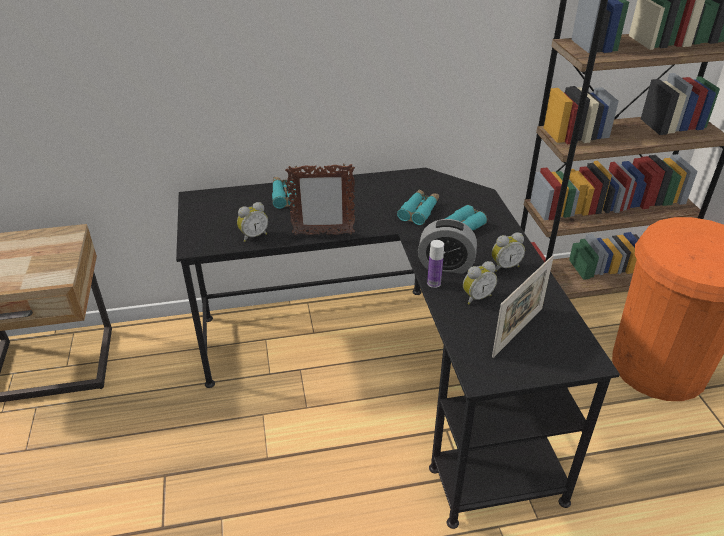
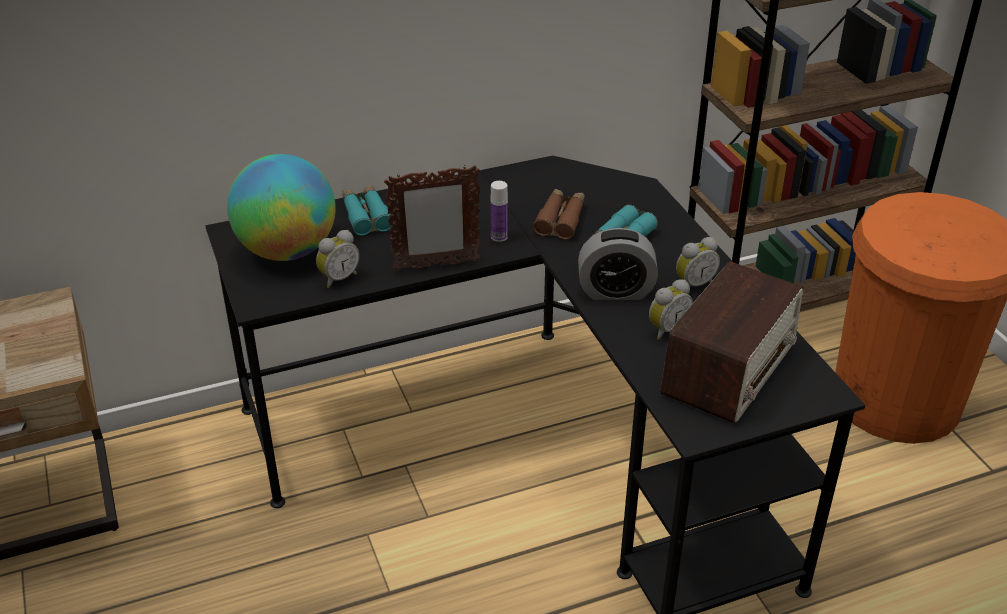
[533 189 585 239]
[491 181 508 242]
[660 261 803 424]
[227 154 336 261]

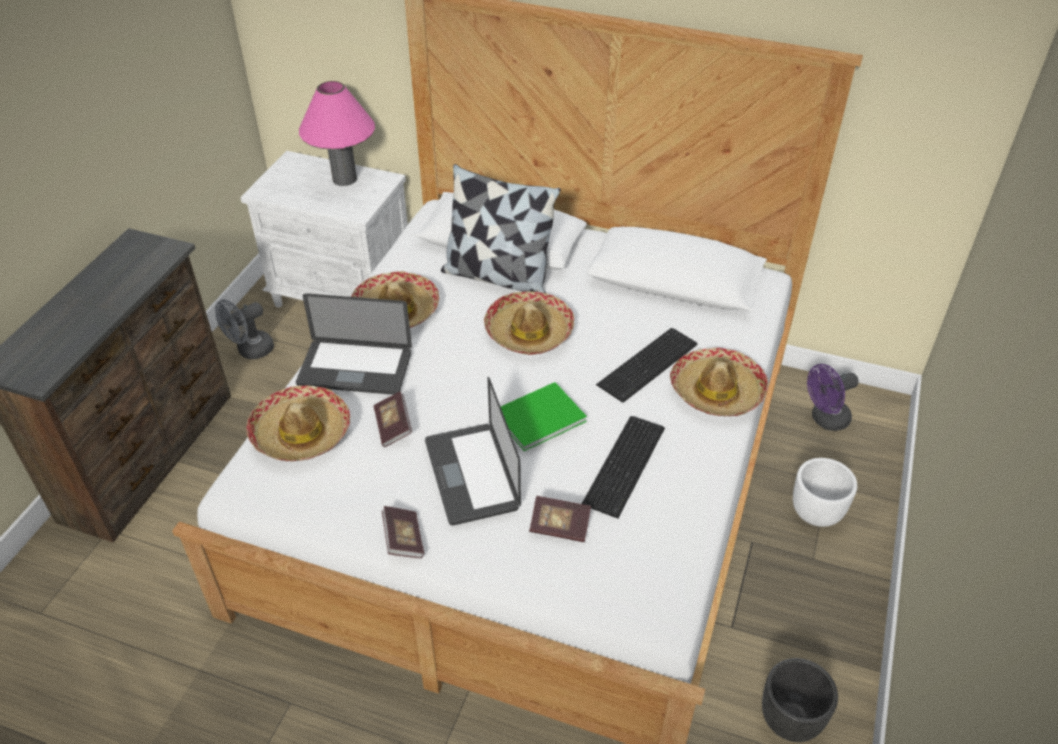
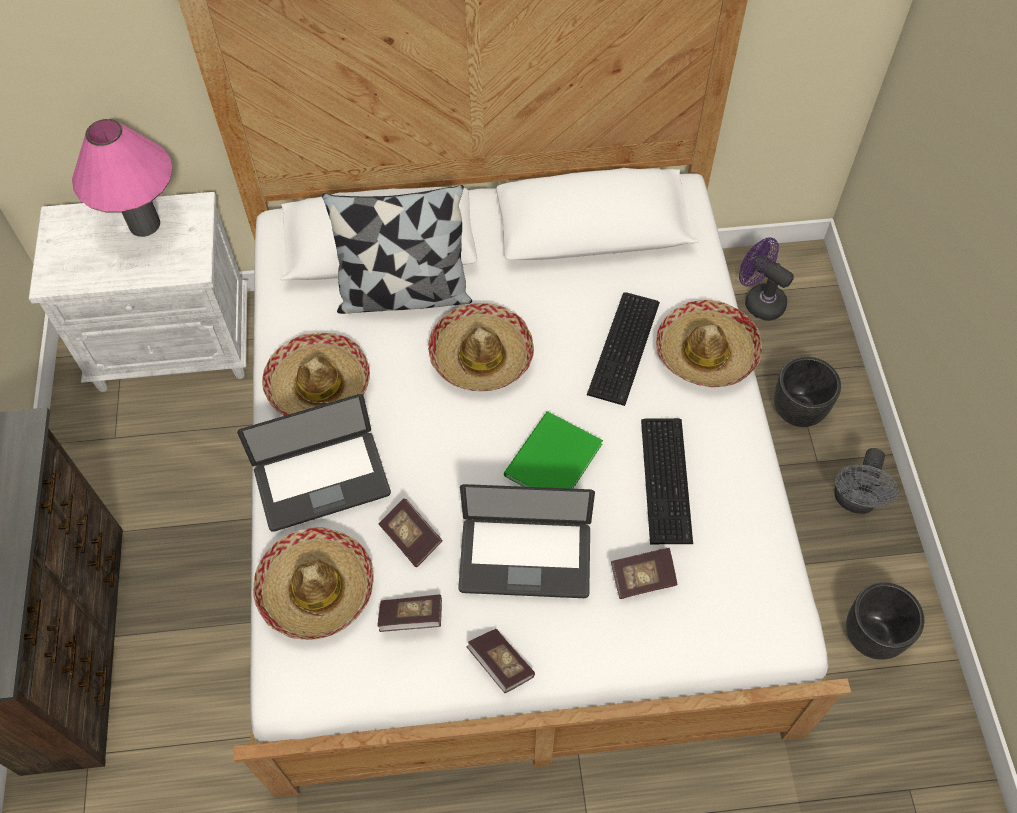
[834 448 898 514]
[458 484 595 598]
[774 356 841 427]
[739 237 794 321]
[377 594 442 632]

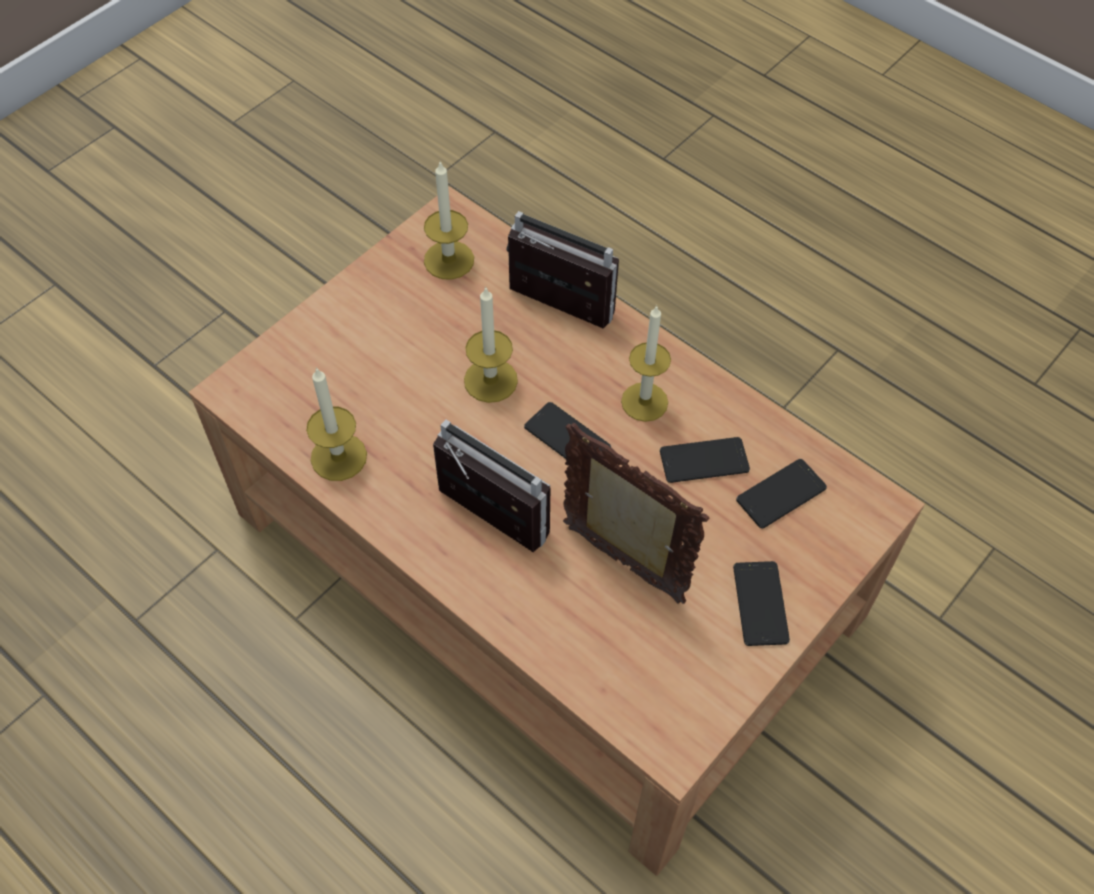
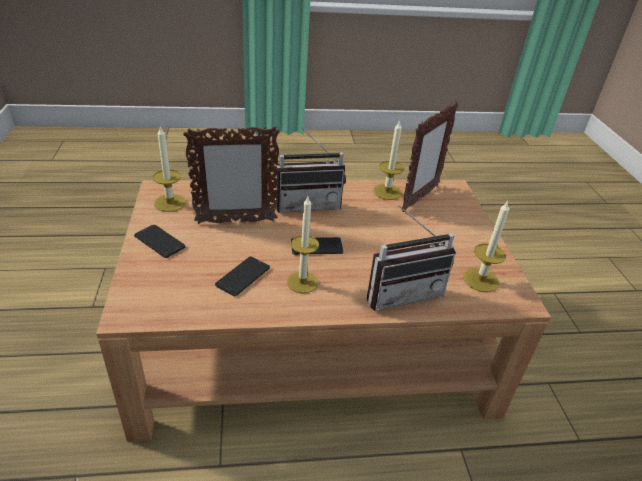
[153 126 186 212]
[736 459 827 528] (first image)
[401 101 458 212]

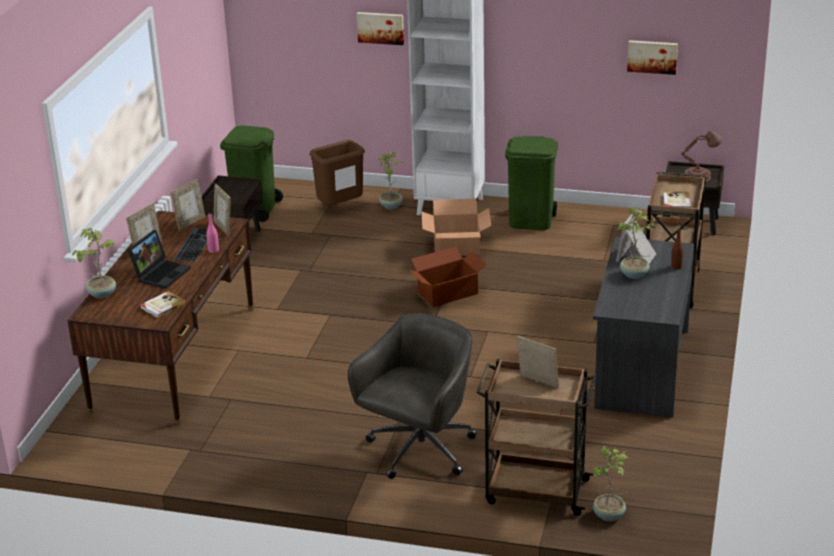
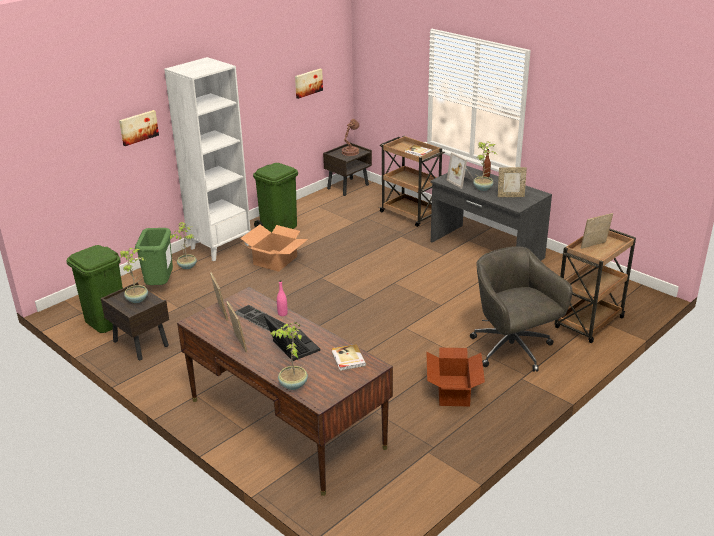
[498 167 527 197]
[135 228 173 285]
[426 348 485 407]
[120 248 148 303]

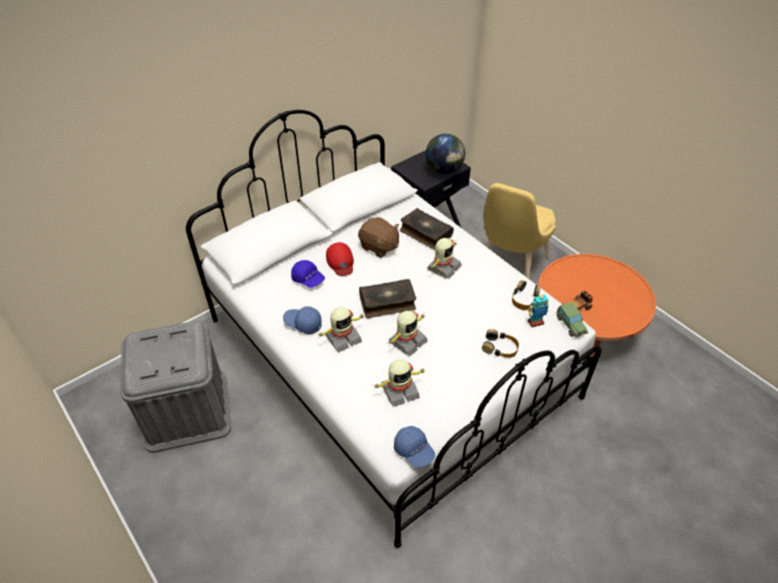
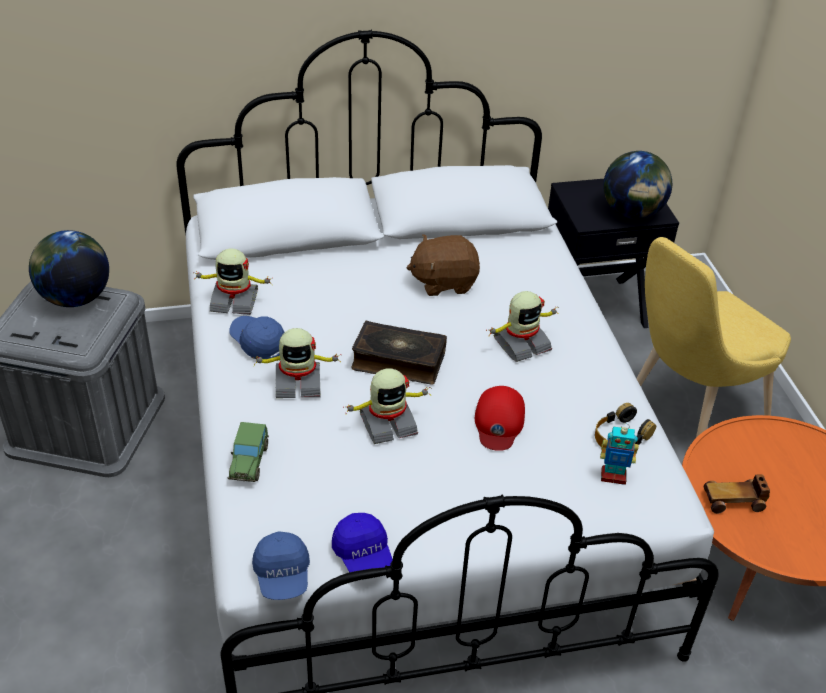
[332 513 393 572]
[475 386 525 451]
[407 234 480 296]
[193 249 272 315]
[400 208 454 250] (first image)
[482 329 519 358] (first image)
[228 422 269 482]
[29 230 109 307]

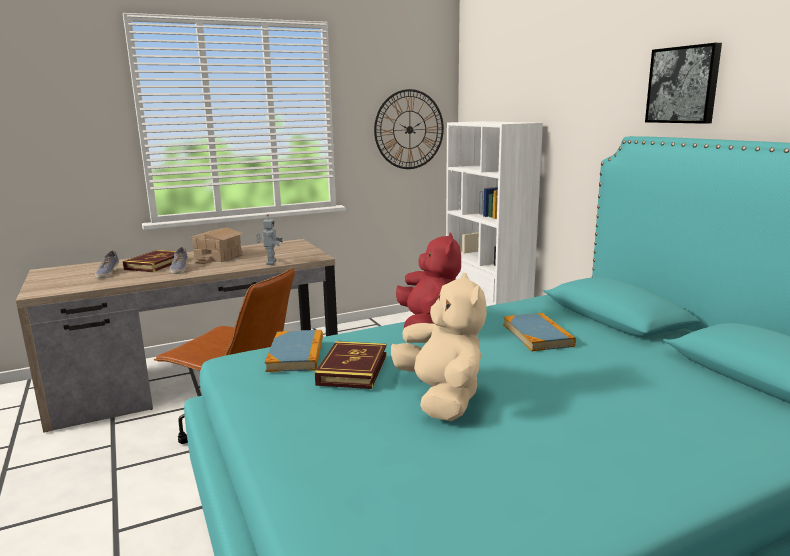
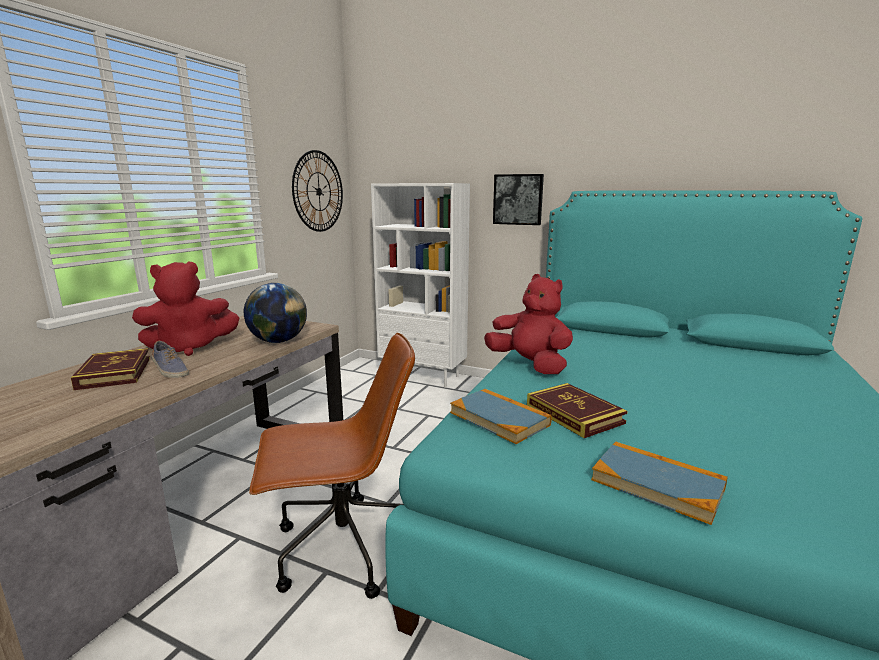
[95 250 119 278] (first image)
[132 262 239 356]
[244 283 307 343]
[391 272 487 421] (first image)
[591 441 728 525]
[493 174 544 225]

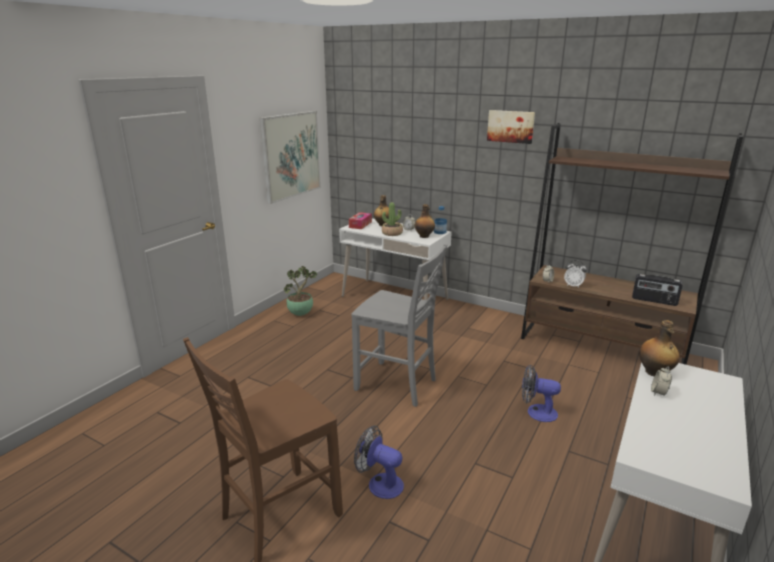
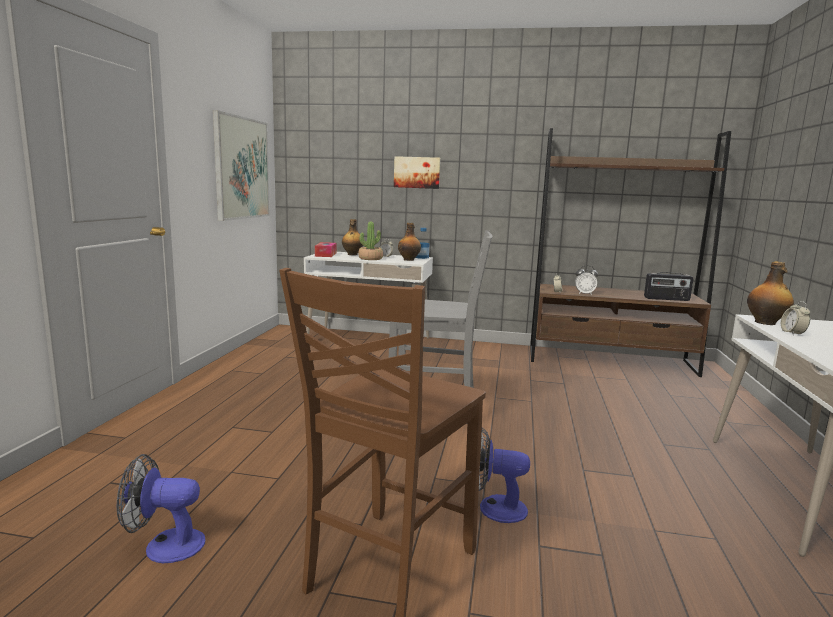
[284 266 317 316] (first image)
[394 156 440 189]
[116 454 205 563]

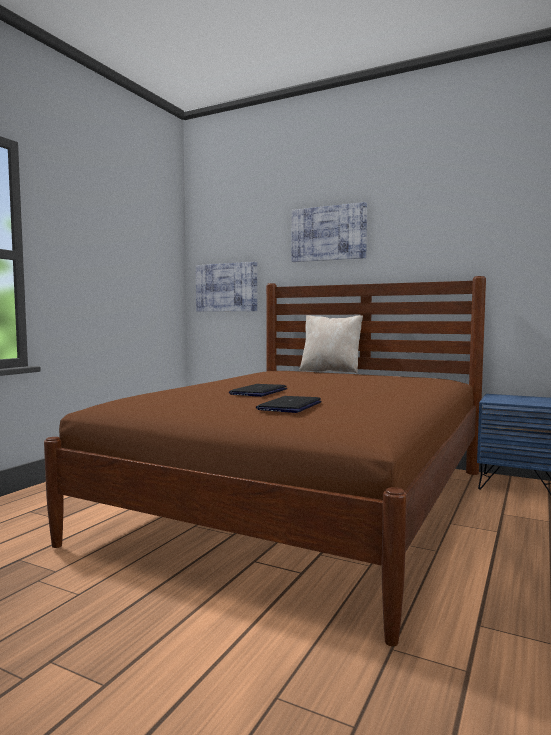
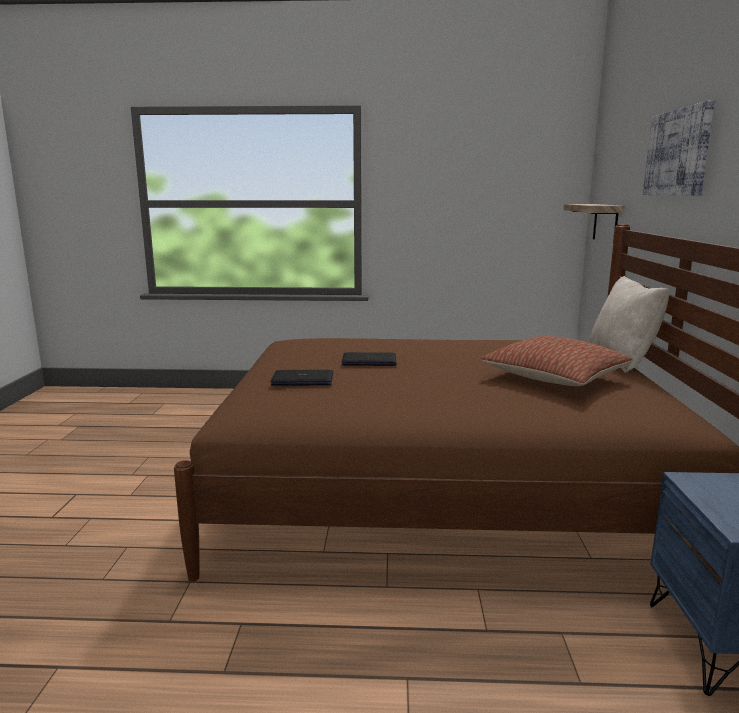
[564 204 624 241]
[481 336 632 386]

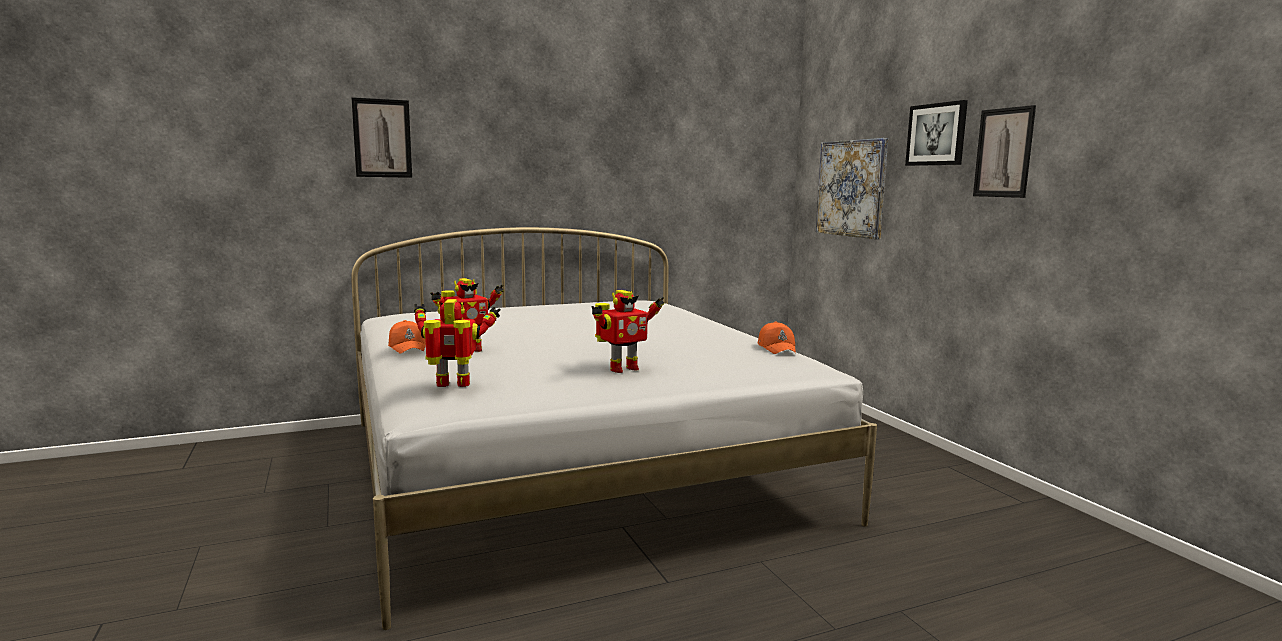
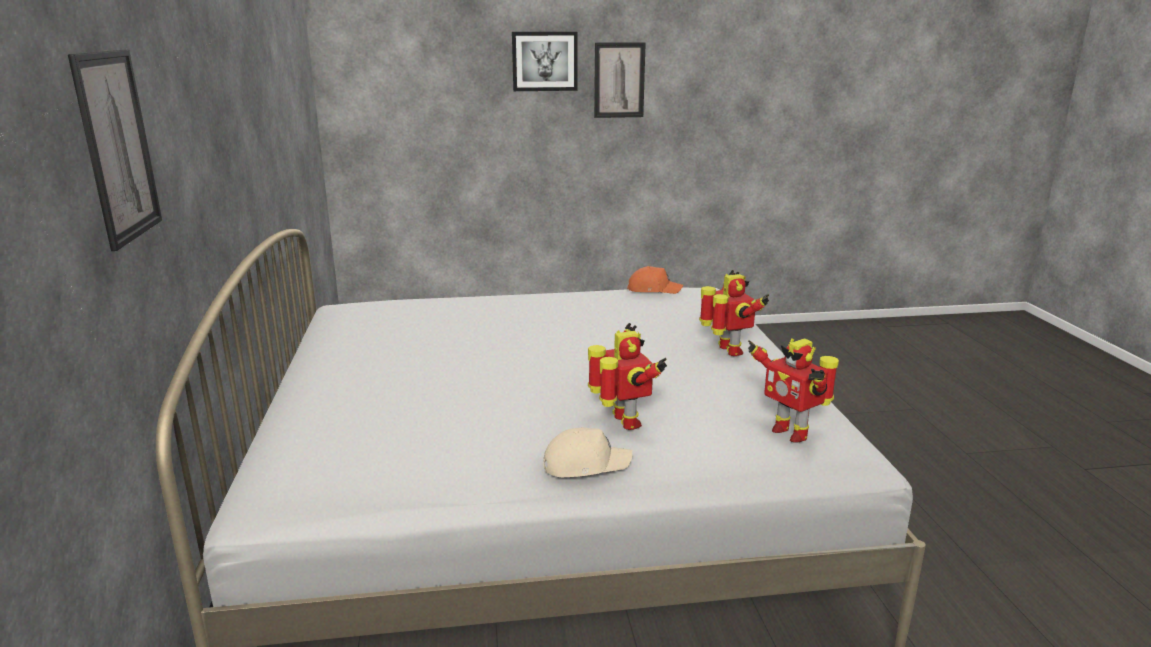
[543 427 633 477]
[748 338 839 443]
[816 138 888 239] (first image)

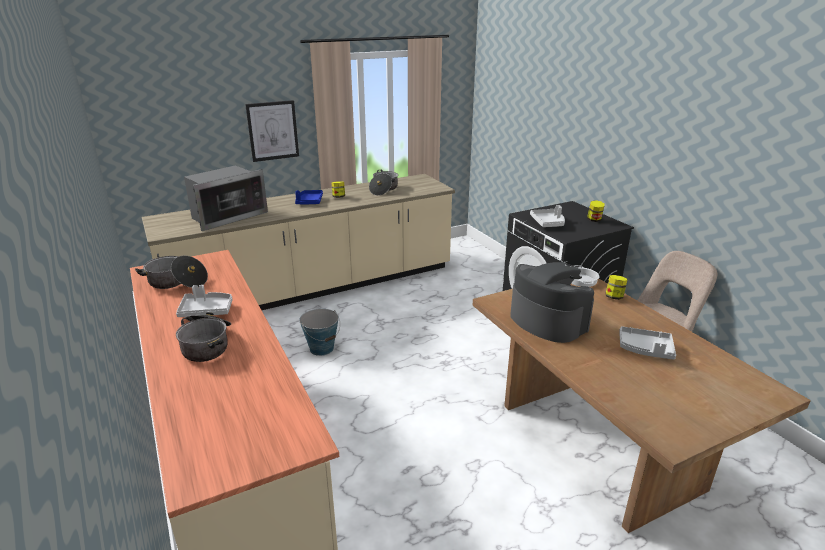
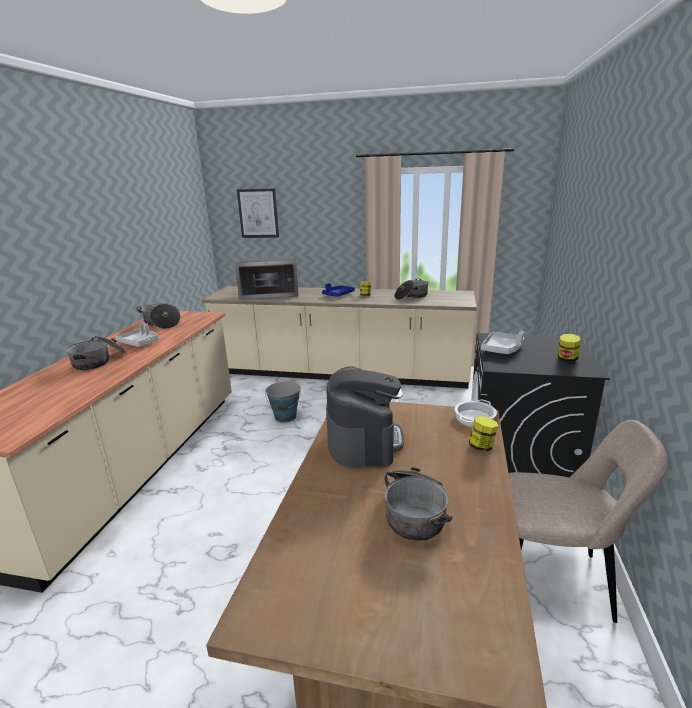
[237 188 279 238]
[384 467 452 541]

